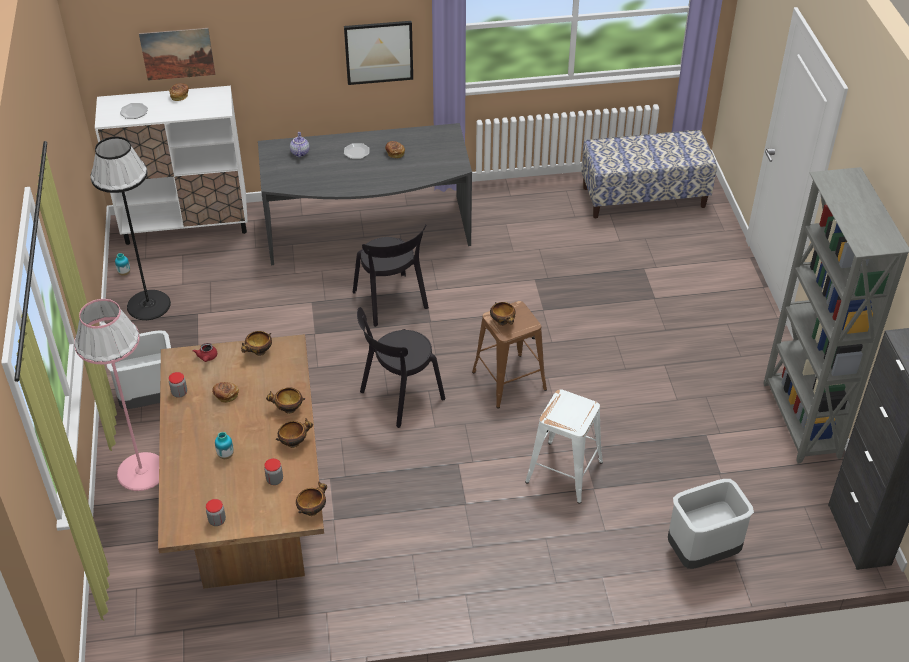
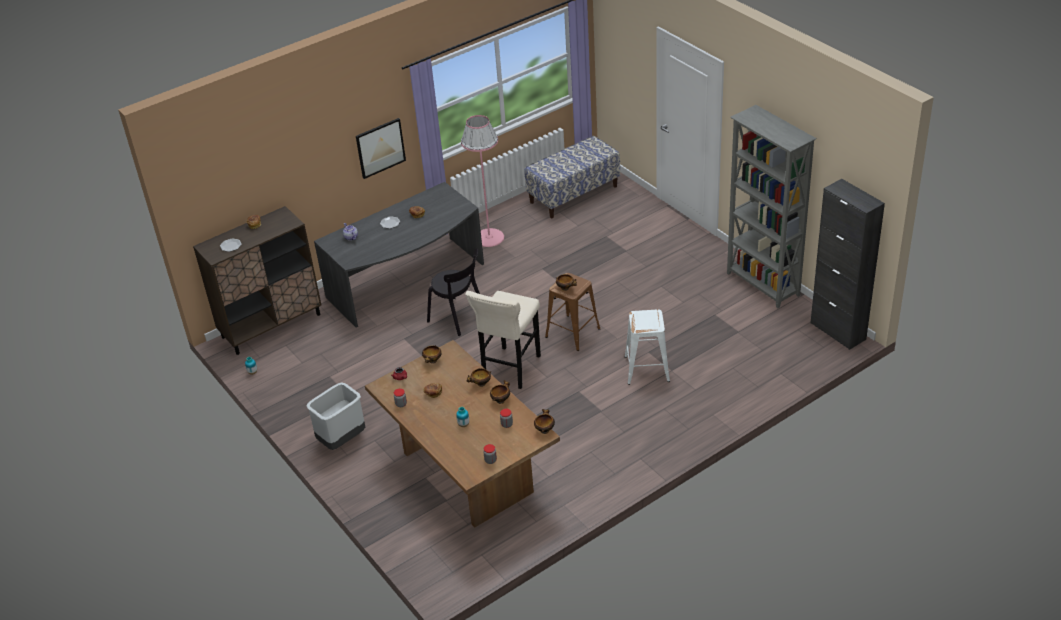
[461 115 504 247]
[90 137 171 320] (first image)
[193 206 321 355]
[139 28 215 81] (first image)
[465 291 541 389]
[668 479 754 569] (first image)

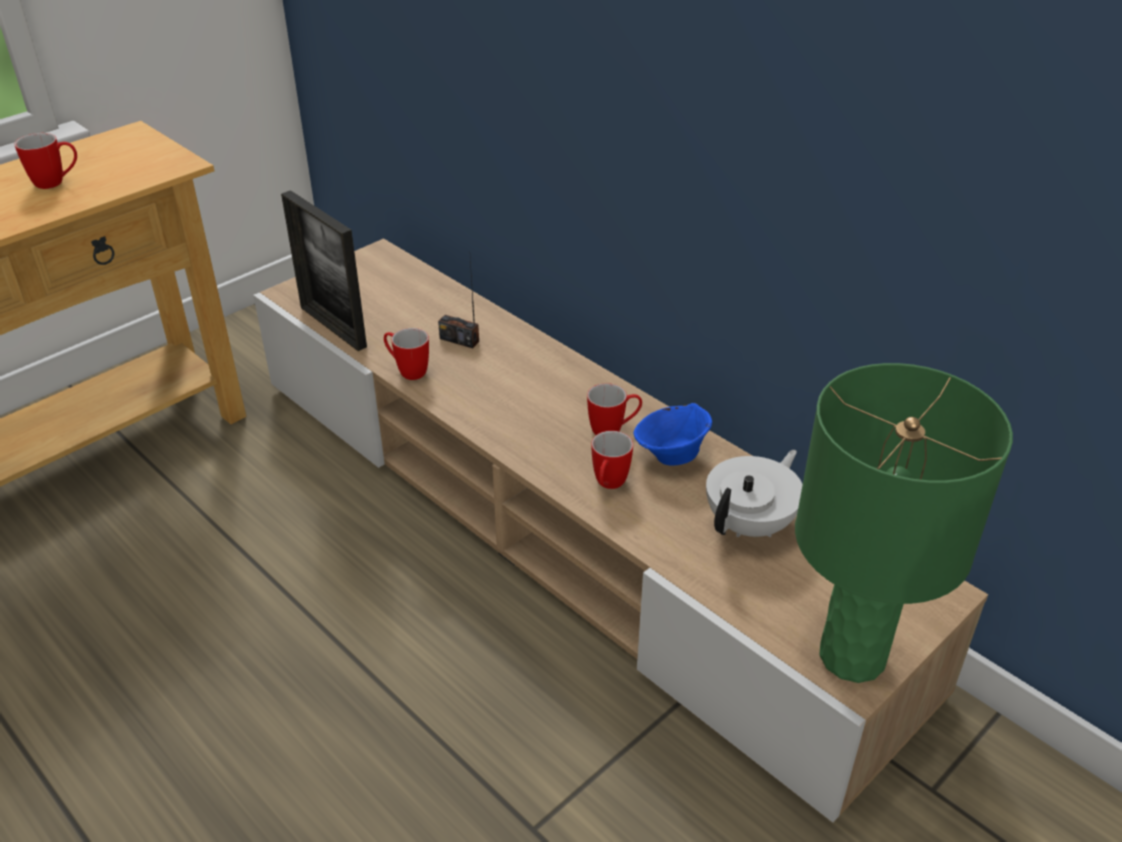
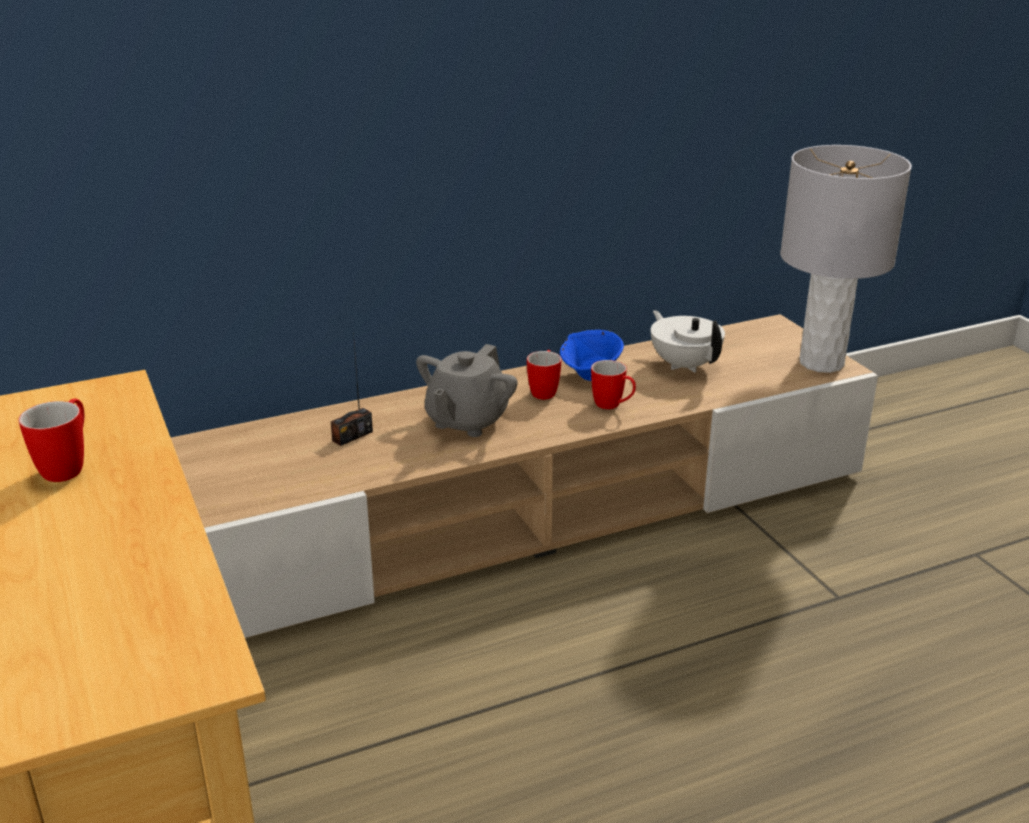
[281 190 367 351] (first image)
[384 328 429 380] (first image)
[780 145 912 373]
[416 344 518 437]

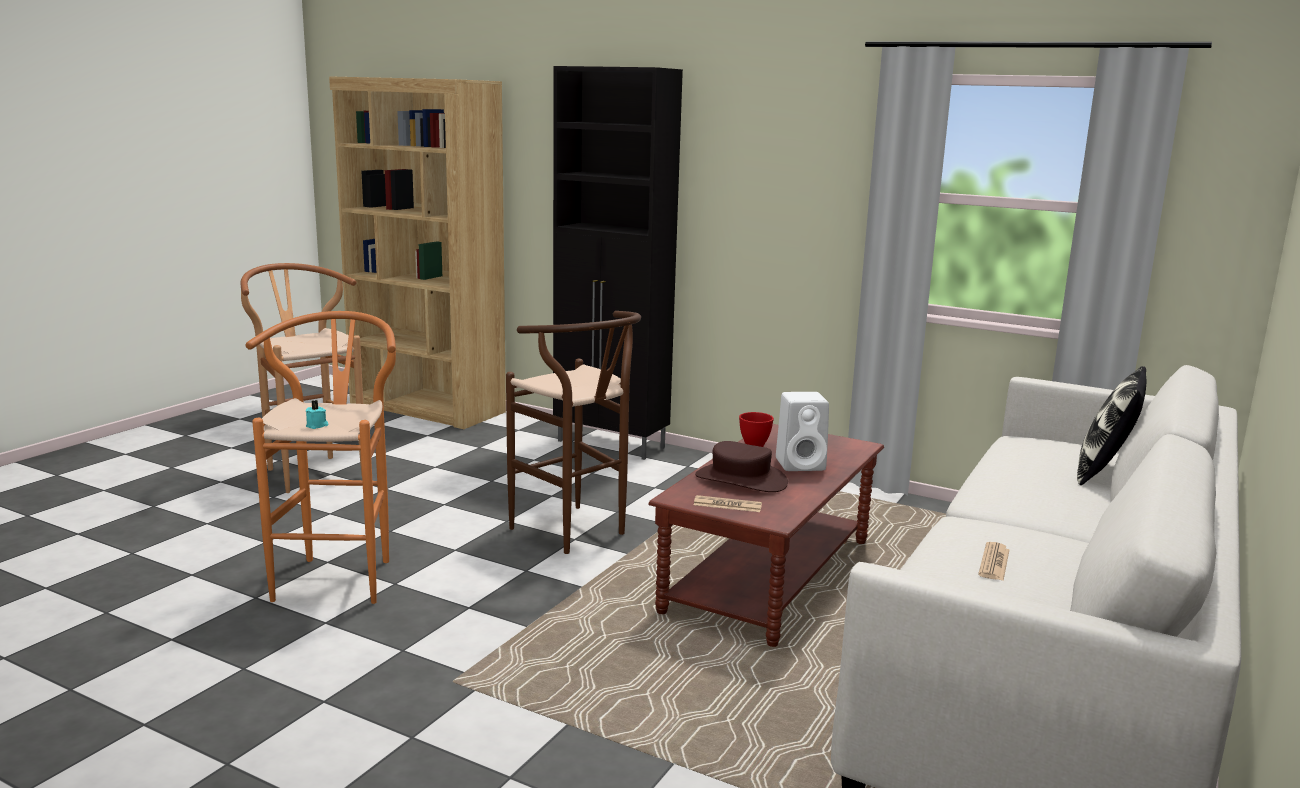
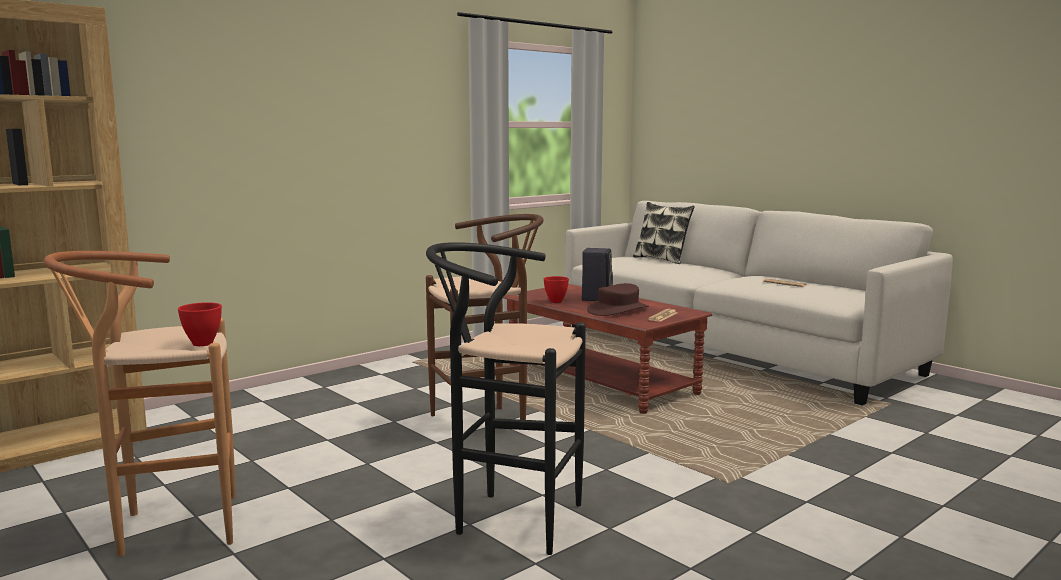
[426 242 586 555]
[306 400 328 429] (first image)
[553 66 683 460] (first image)
[582 248 613 301]
[178 302 222 346]

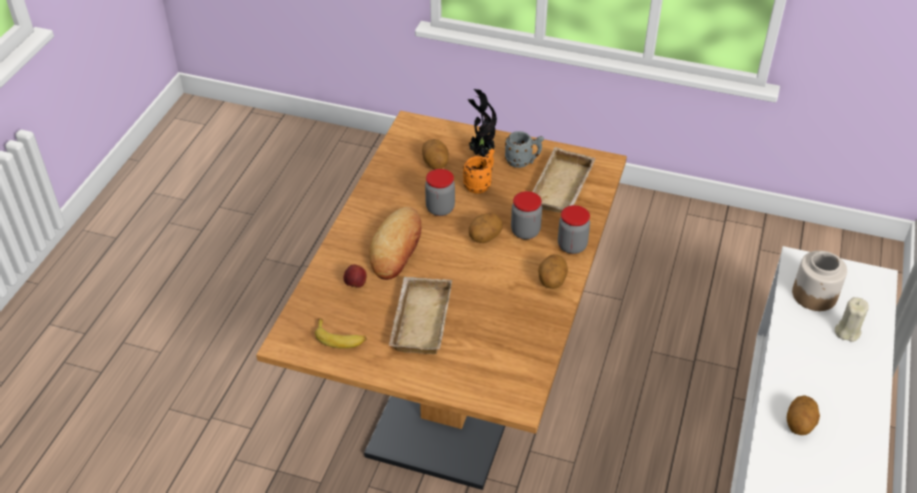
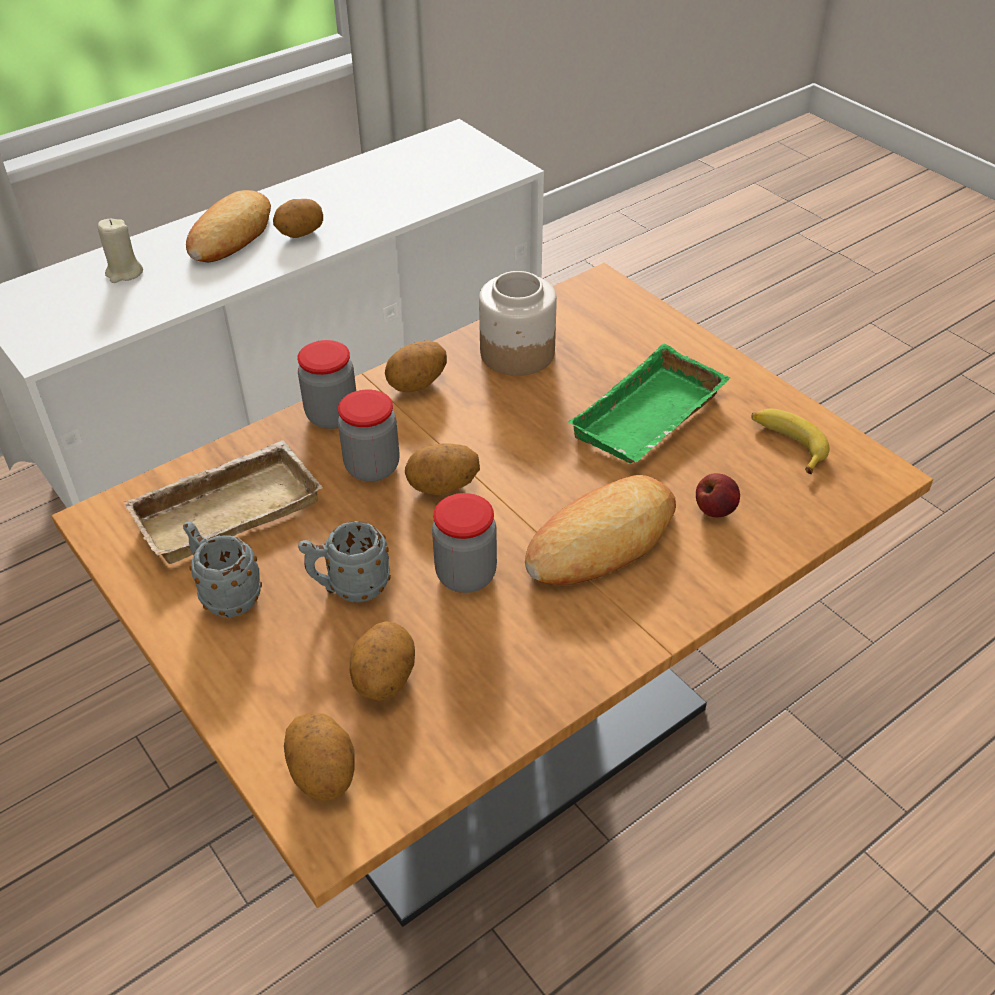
[568 344 730 464]
[298 521 391 603]
[467 89 497 157] (first image)
[479 271 557 376]
[186 190 271 262]
[284 712 354 801]

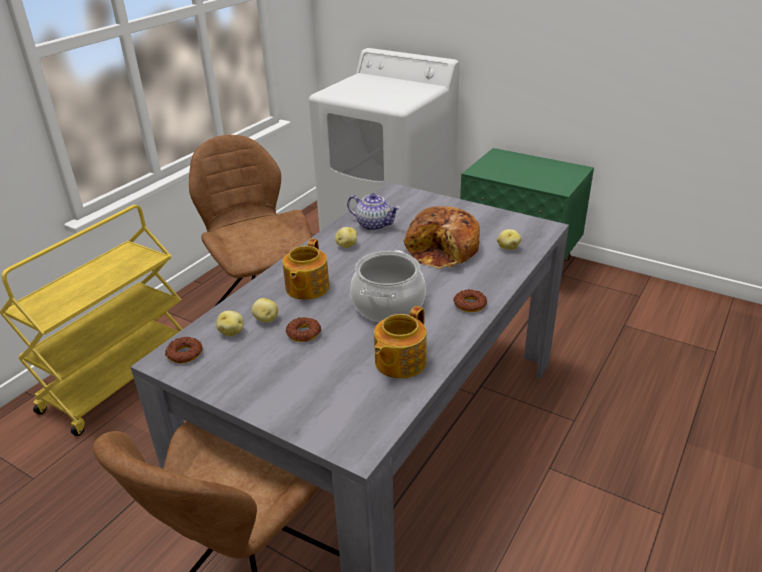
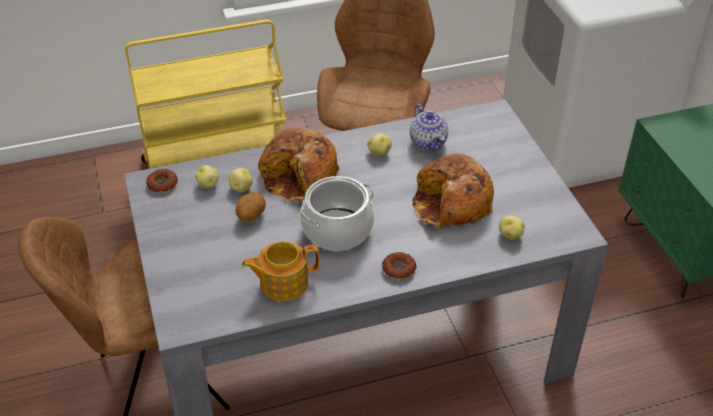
[258 128 340 202]
[236 192 266 222]

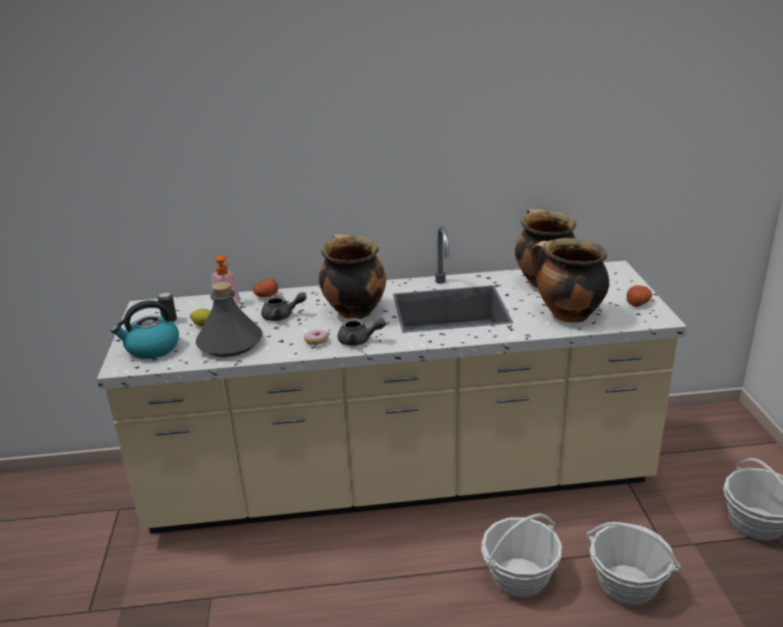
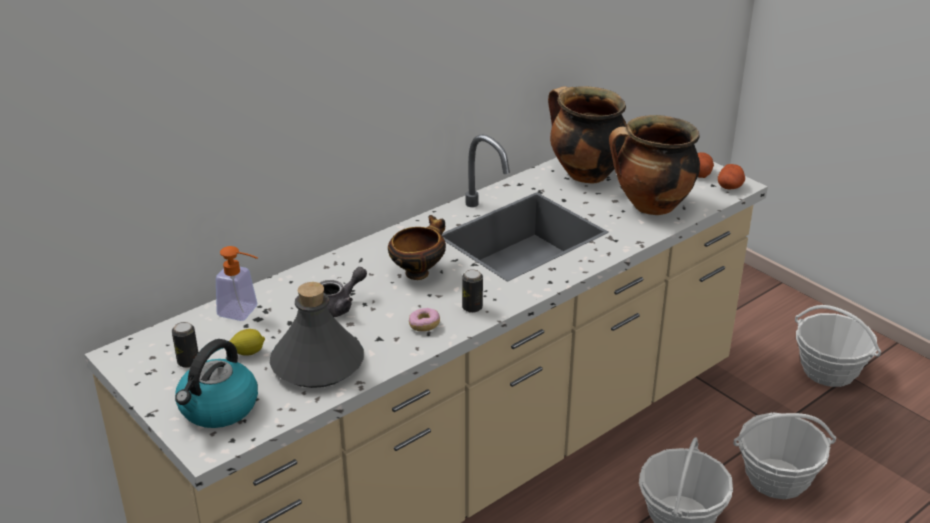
[718 164 745 190]
[388 215 446 280]
[462 269 483 313]

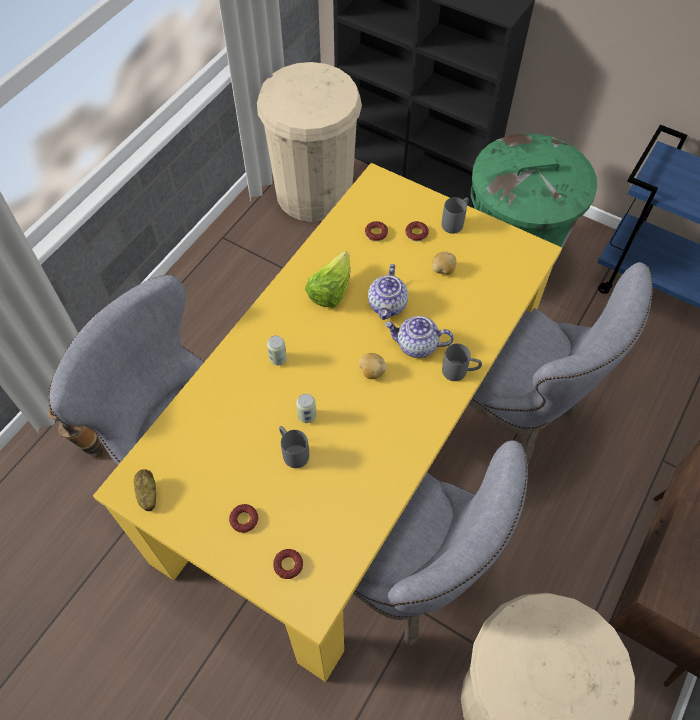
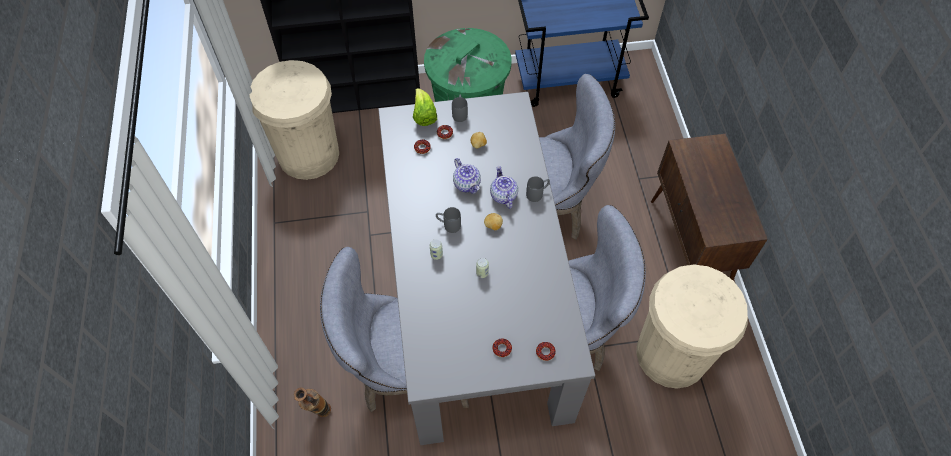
[378 92 595 445]
[134 469 156 511] (first image)
[436 207 461 233]
[413 88 437 126]
[490 166 518 209]

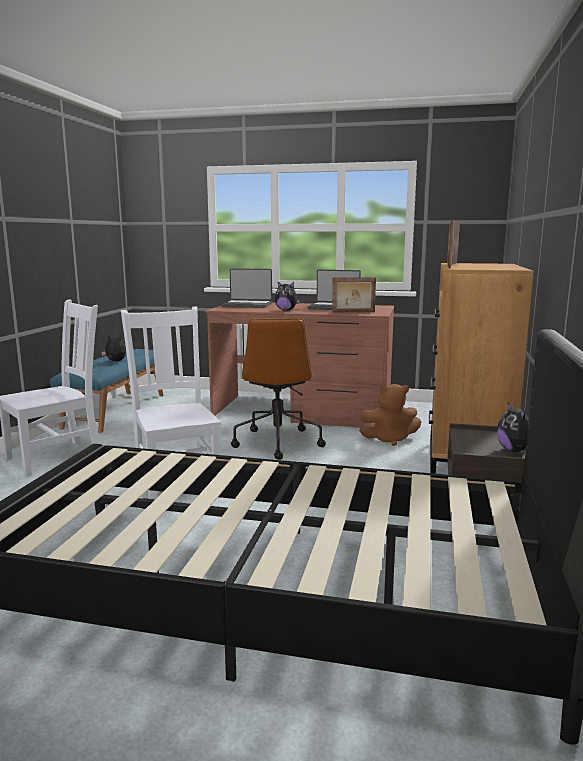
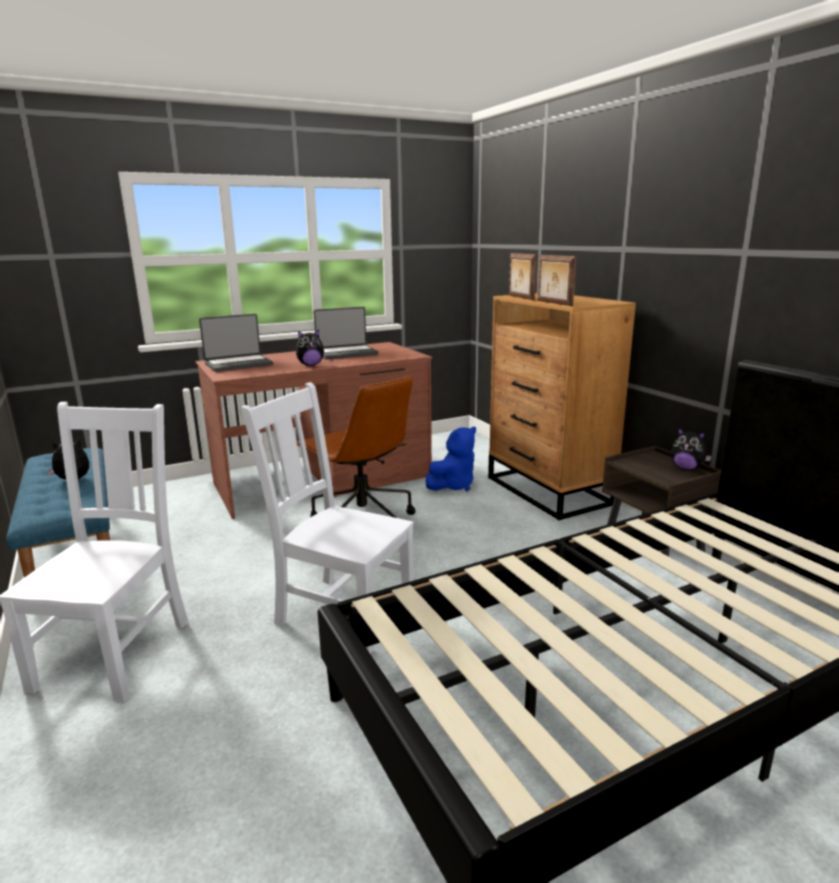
[332 277 376 313] (first image)
[426 427 476 491]

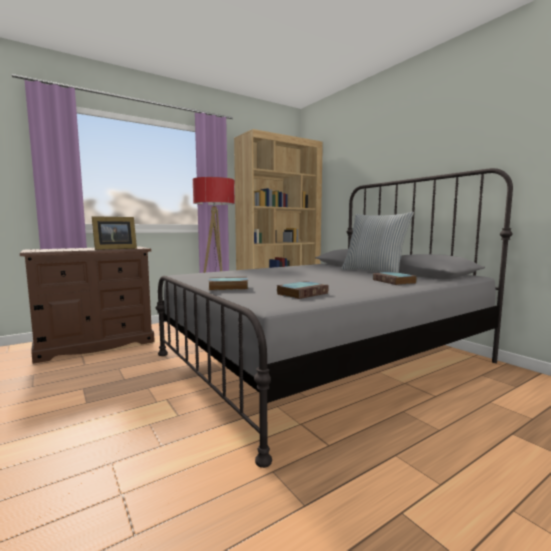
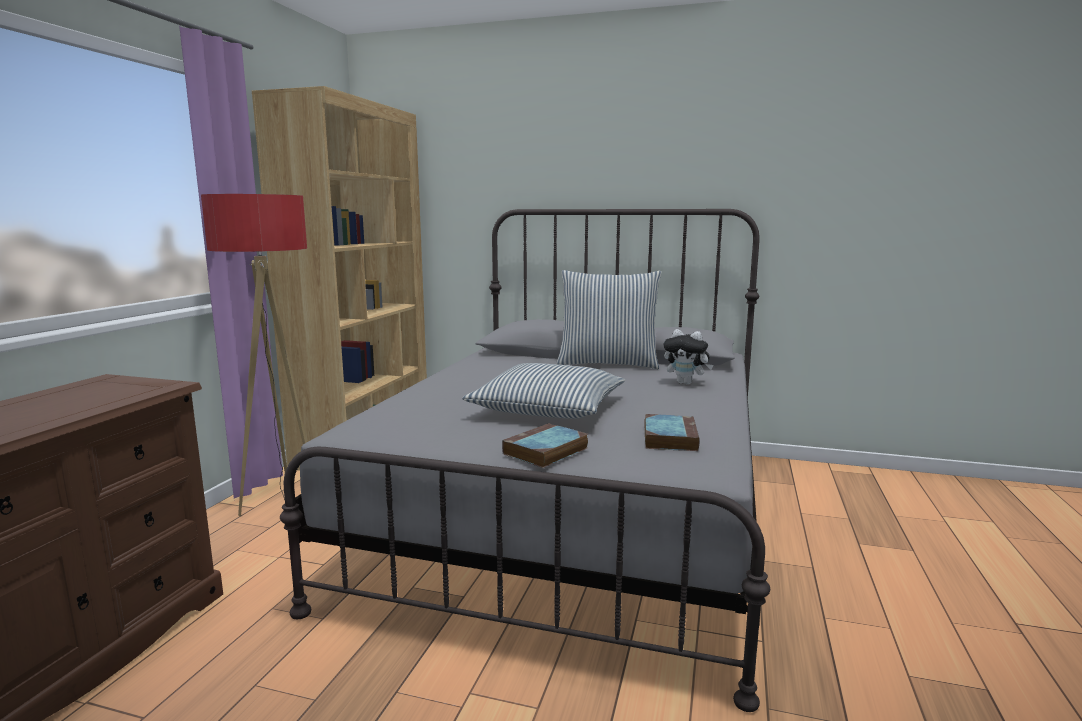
[92 216 137 250] (first image)
[664 329 713 384]
[462 363 625 419]

